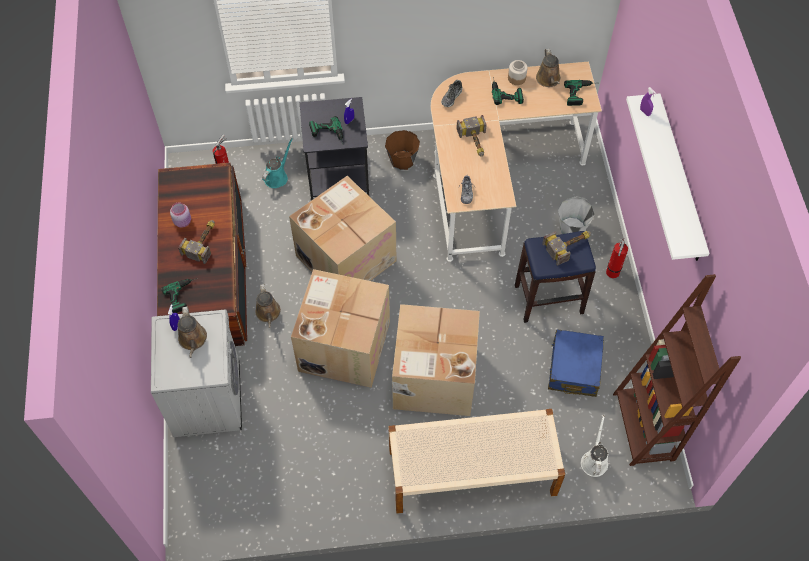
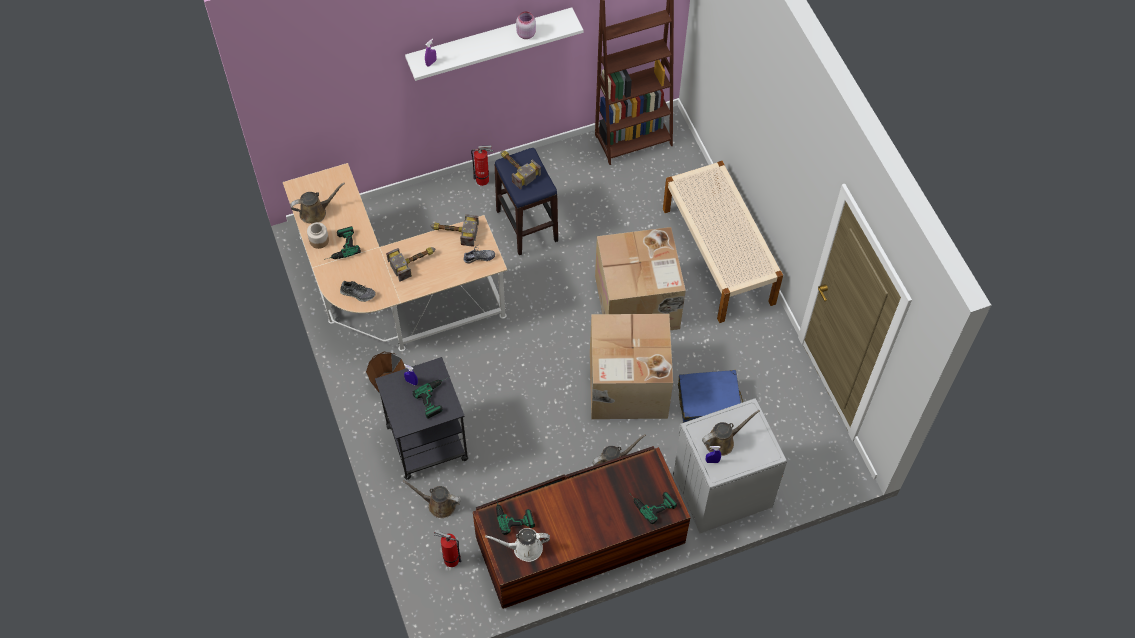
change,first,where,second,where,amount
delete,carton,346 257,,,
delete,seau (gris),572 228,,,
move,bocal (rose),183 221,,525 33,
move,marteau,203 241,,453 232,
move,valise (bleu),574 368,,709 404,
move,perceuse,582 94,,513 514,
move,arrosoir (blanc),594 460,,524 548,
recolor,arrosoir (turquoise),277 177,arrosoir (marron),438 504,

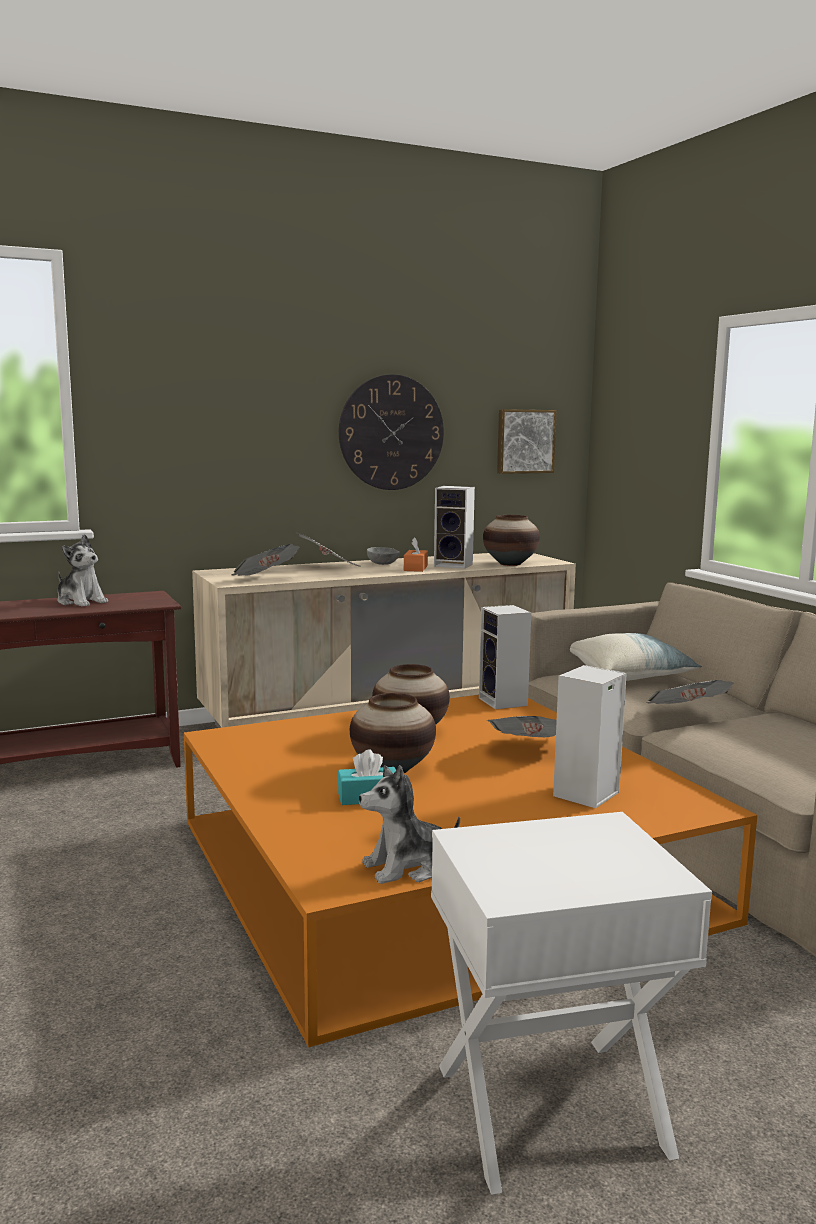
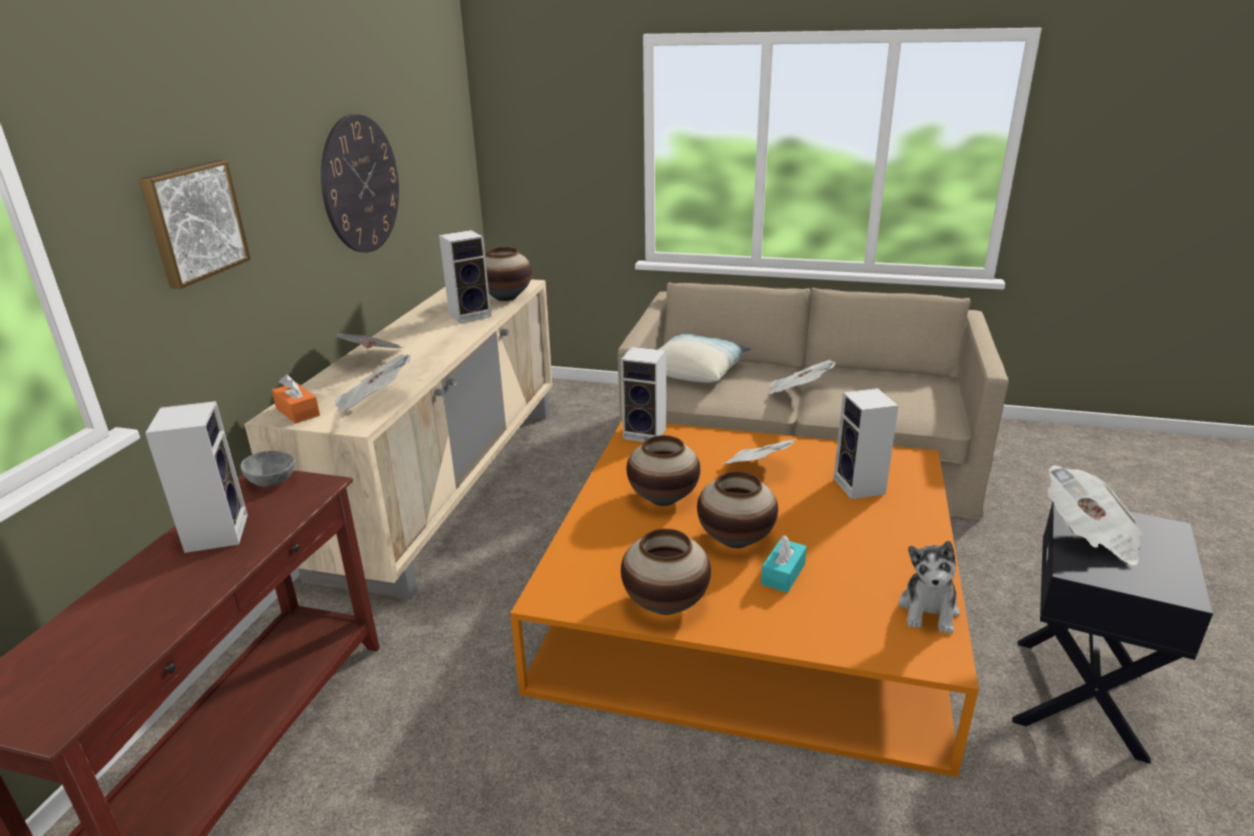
change,first,where,second,where,amount
insert,,,vase,665 604,
insert,,,journal,1090 536,
move,bol (gris),383 564,,273 480,
move,boîte à mouchoirs (orange),415 568,,297 412,
move,tableau,525 441,,194 222,
replace,peluche,81 602,enceinte,216 532,
recolor,table d'appoint (blanc),552 1111,table d'appoint (noir),1080 697,

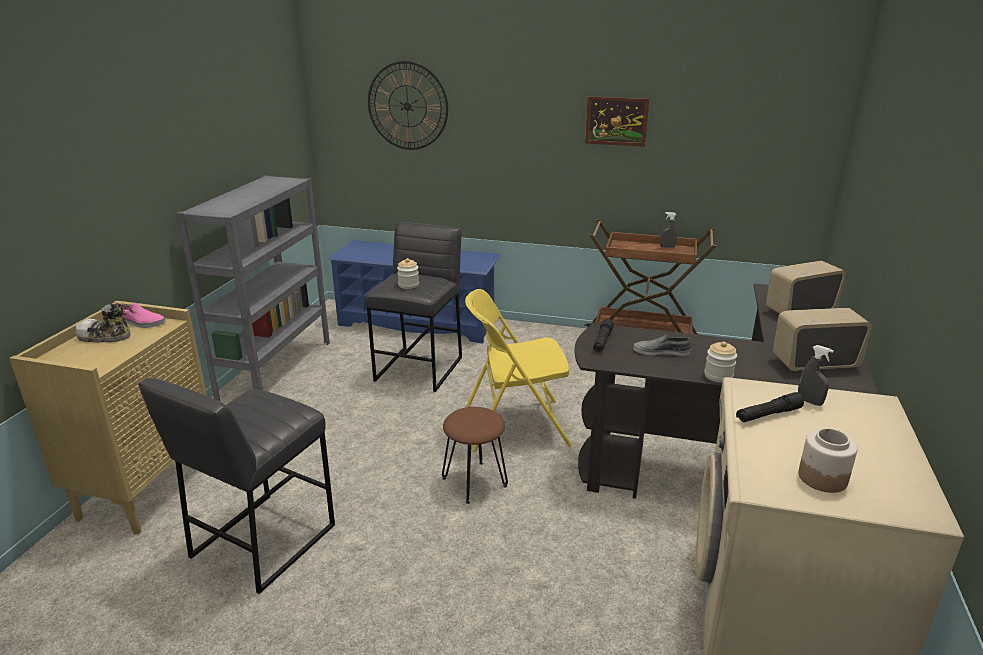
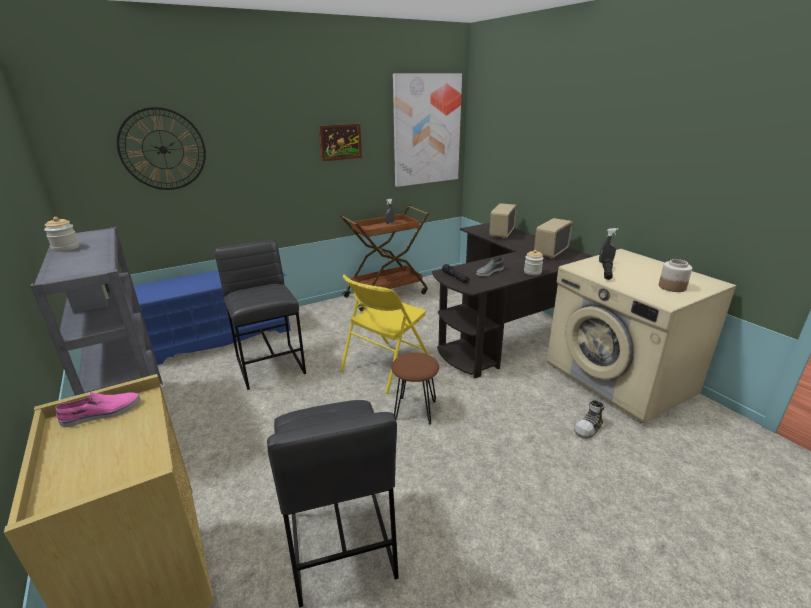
change,first,where,second,where,amount
insert,,,tableau,426 130,
move,chaussure,104 337,,589 428,
move,bocal,408 285,,66 248,

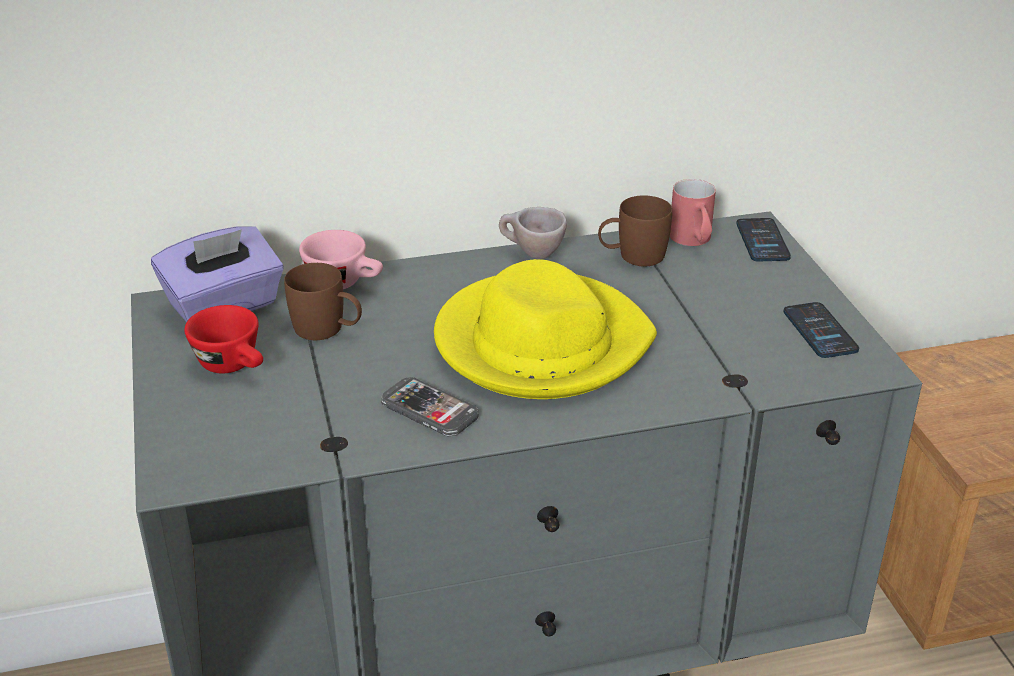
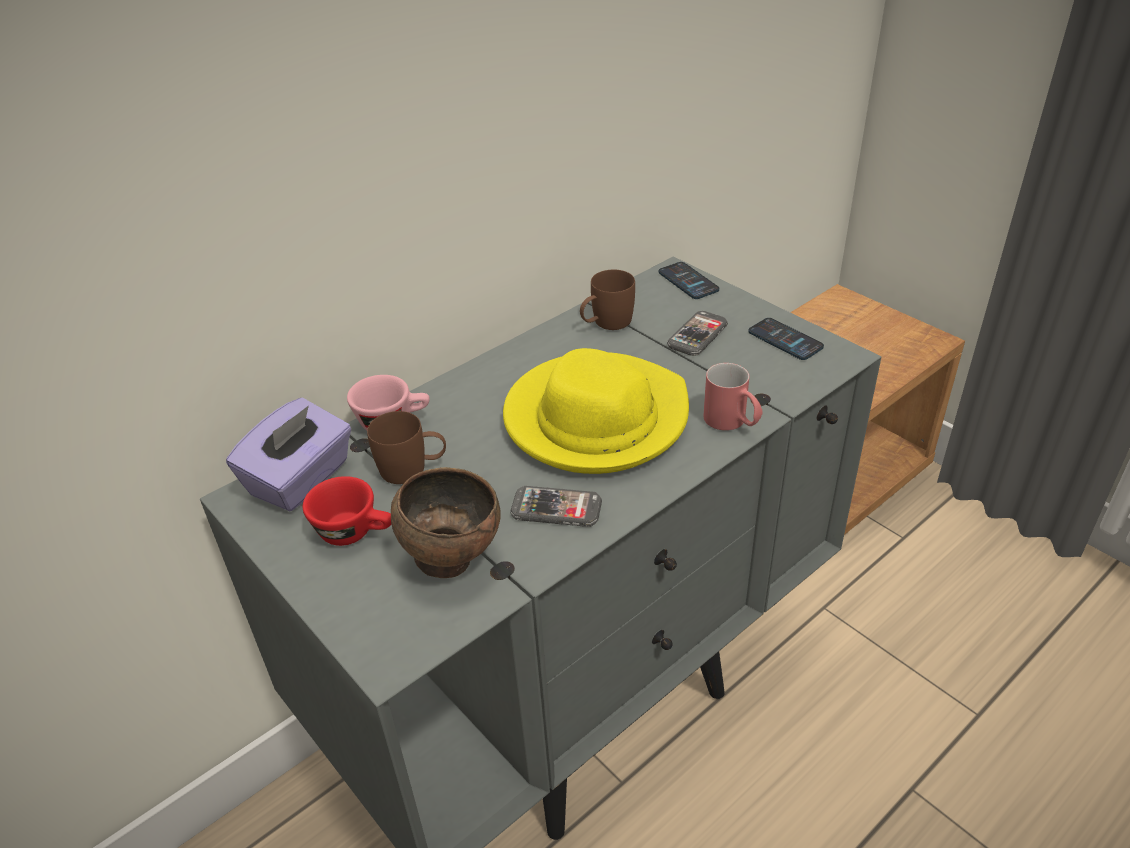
change,first,where,second,where,amount
delete,tasse (beige),531 254,,,
insert,,,bol (marron),452 559,
insert,,,téléphone,697 335,
move,mug (rouge),693 241,,732 423,

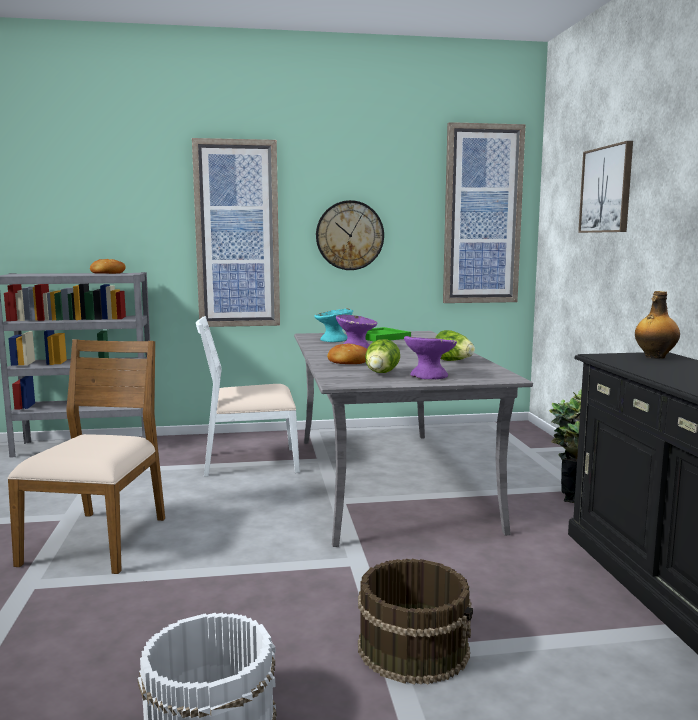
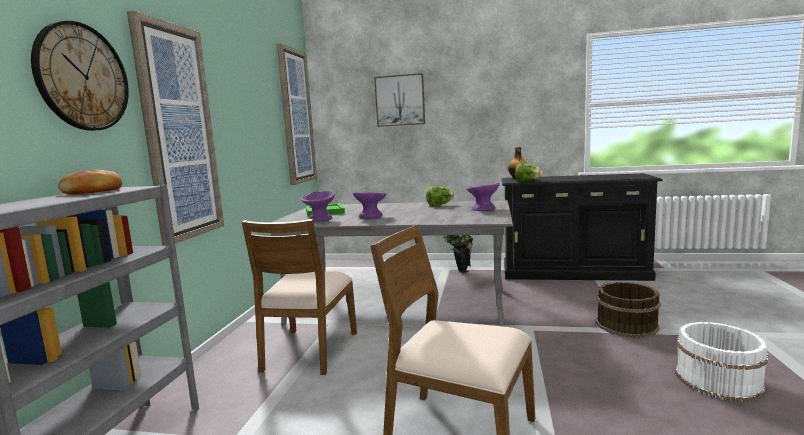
change,first,where,second,where,amount
delete,pain,348 362,,,
move,horloge murale,349 235,,82 77,
move,laitue,381 373,,527 181,
recolor,chaise (blanc),250 462,chaise (marron),309 351,
recolor,bol (turquoise),334 340,bol (violet),320 219,

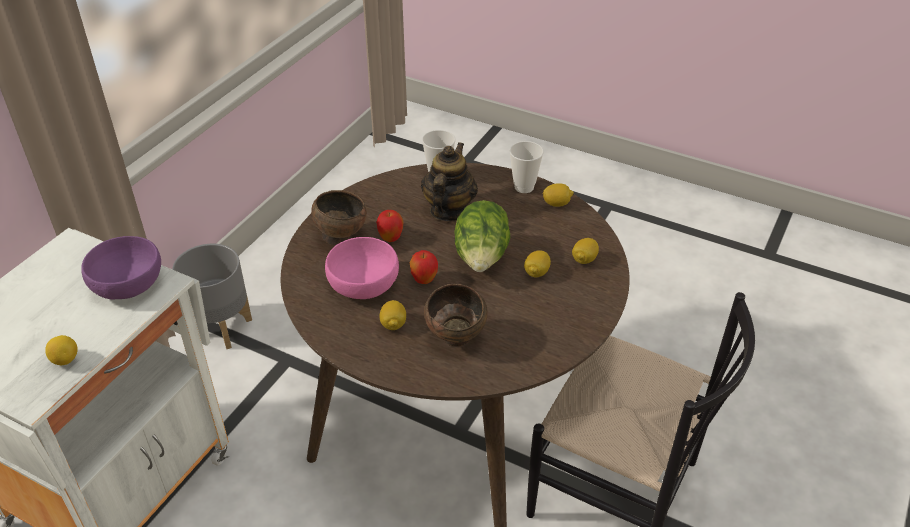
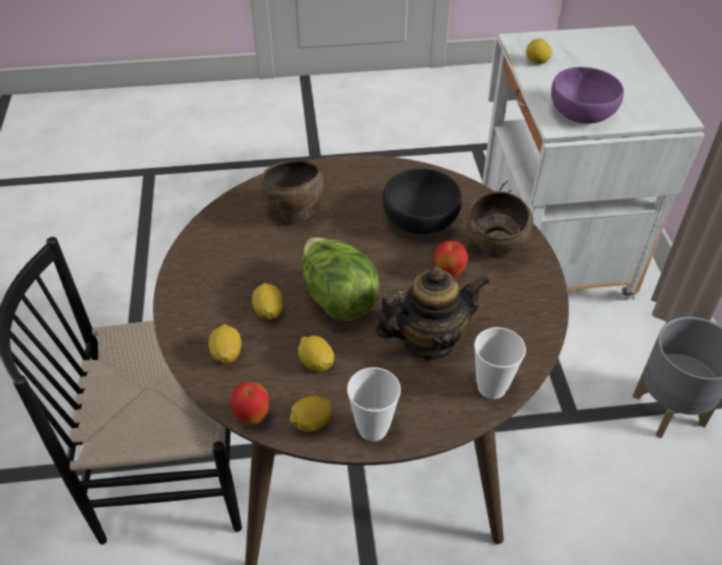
change,first,where,second,where,amount
move,citron,393 324,,316 363,
move,pomme,424 280,,252 417,
recolor,bol (rose),363 283,bol (noir),421 219,
rotate,théière,448 210,,428 340,90 degrees counterclockwise

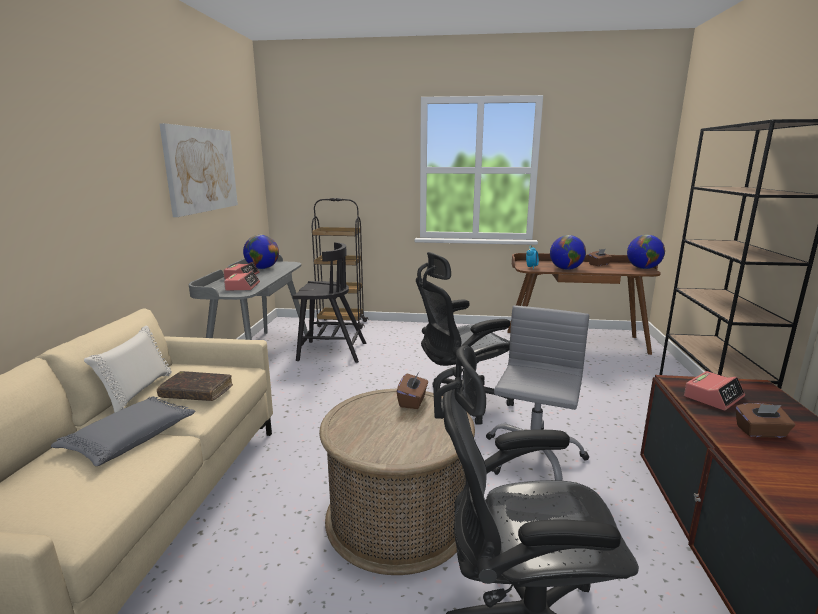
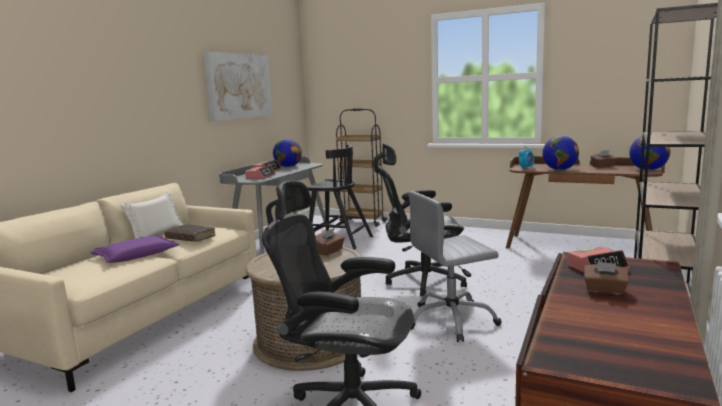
change,first,where,second,where,amount
recolor,coussin (gris),129 435,coussin (violet),136 254,
rotate,chaise de bureau (gris),532 456,,451 320,150 degrees counterclockwise

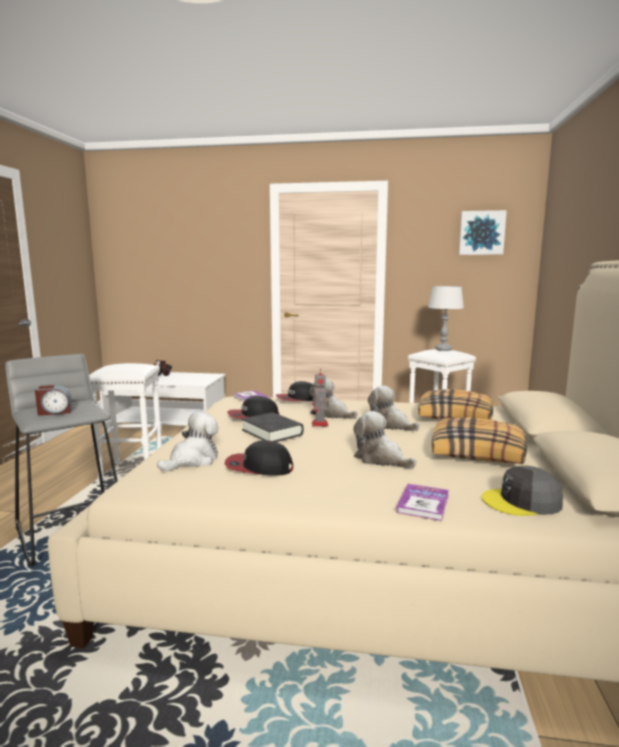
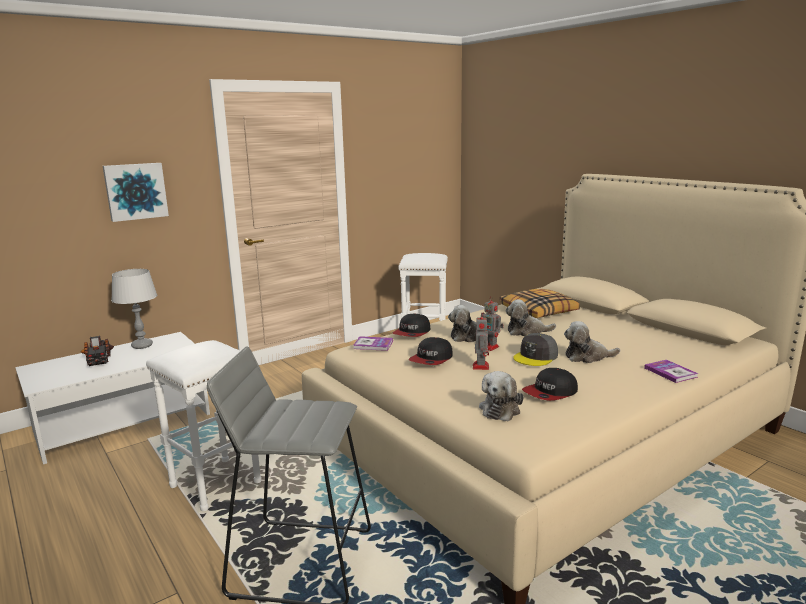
change,first,where,second,where,amount
delete,réveil,55 412,,,
delete,coussin,478 453,,,
move,lampe de table (gris),443 349,,142 346,
move,tableau,481 233,,135 191,
move,casquette (gris),522 502,,536 357,
replace,livre (noir),272 432,robot jouet,480 366,
rotate,peluche,193 460,,500 409,150 degrees counterclockwise

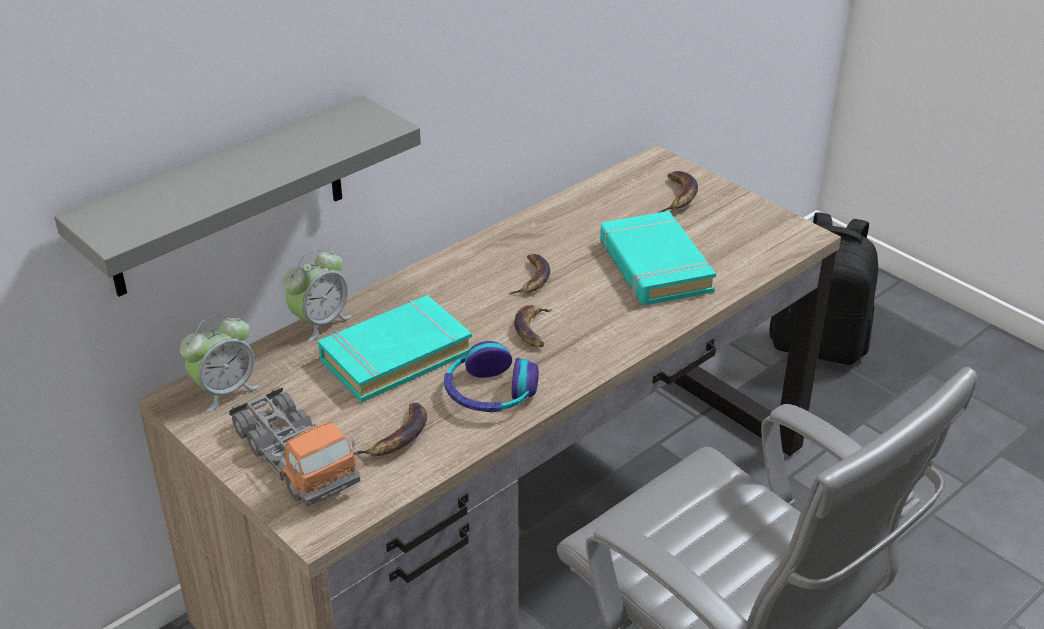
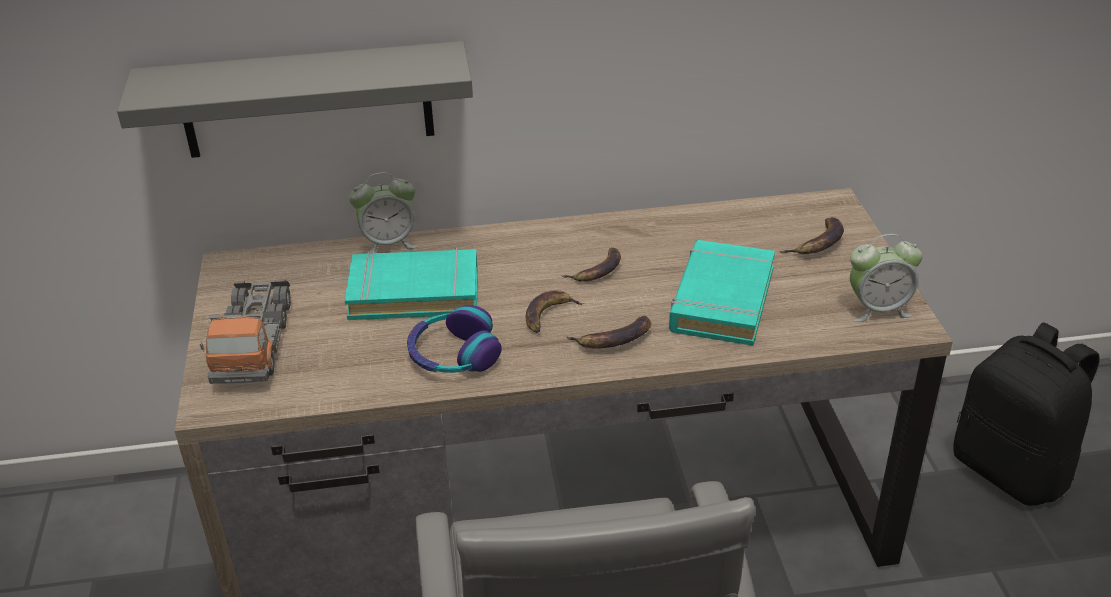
change,first,where,second,where,amount
move,réveil,225 391,,878 309,
move,banane,398 438,,614 340,

